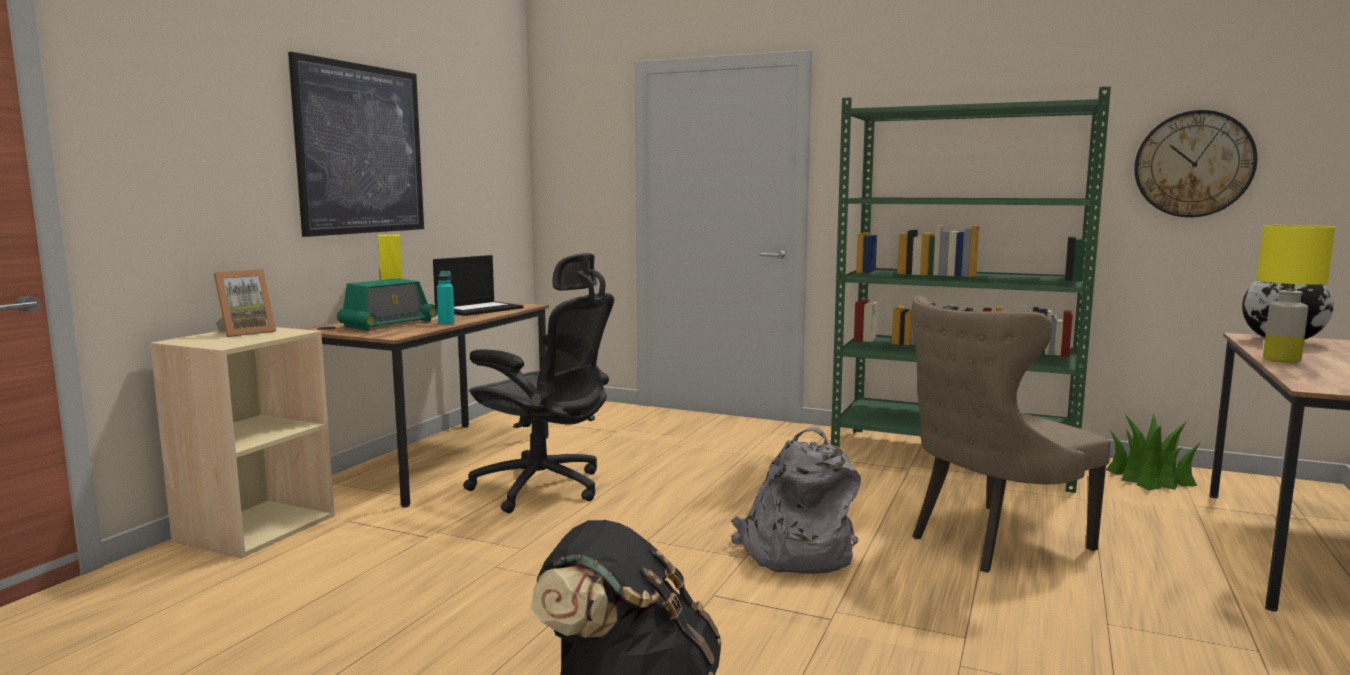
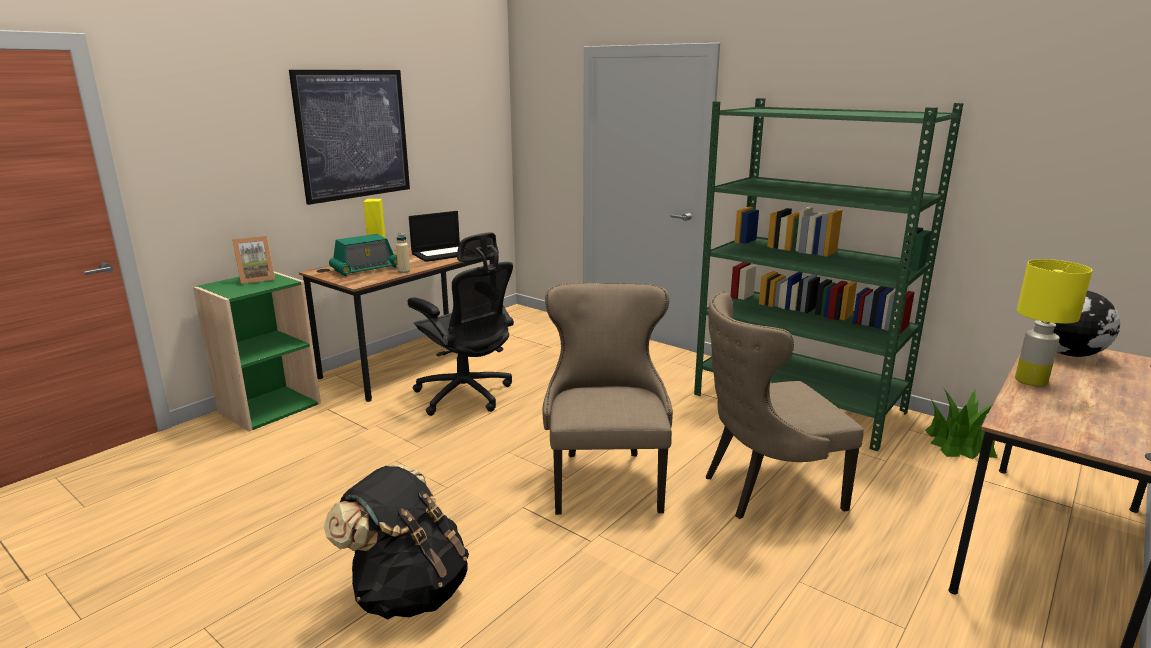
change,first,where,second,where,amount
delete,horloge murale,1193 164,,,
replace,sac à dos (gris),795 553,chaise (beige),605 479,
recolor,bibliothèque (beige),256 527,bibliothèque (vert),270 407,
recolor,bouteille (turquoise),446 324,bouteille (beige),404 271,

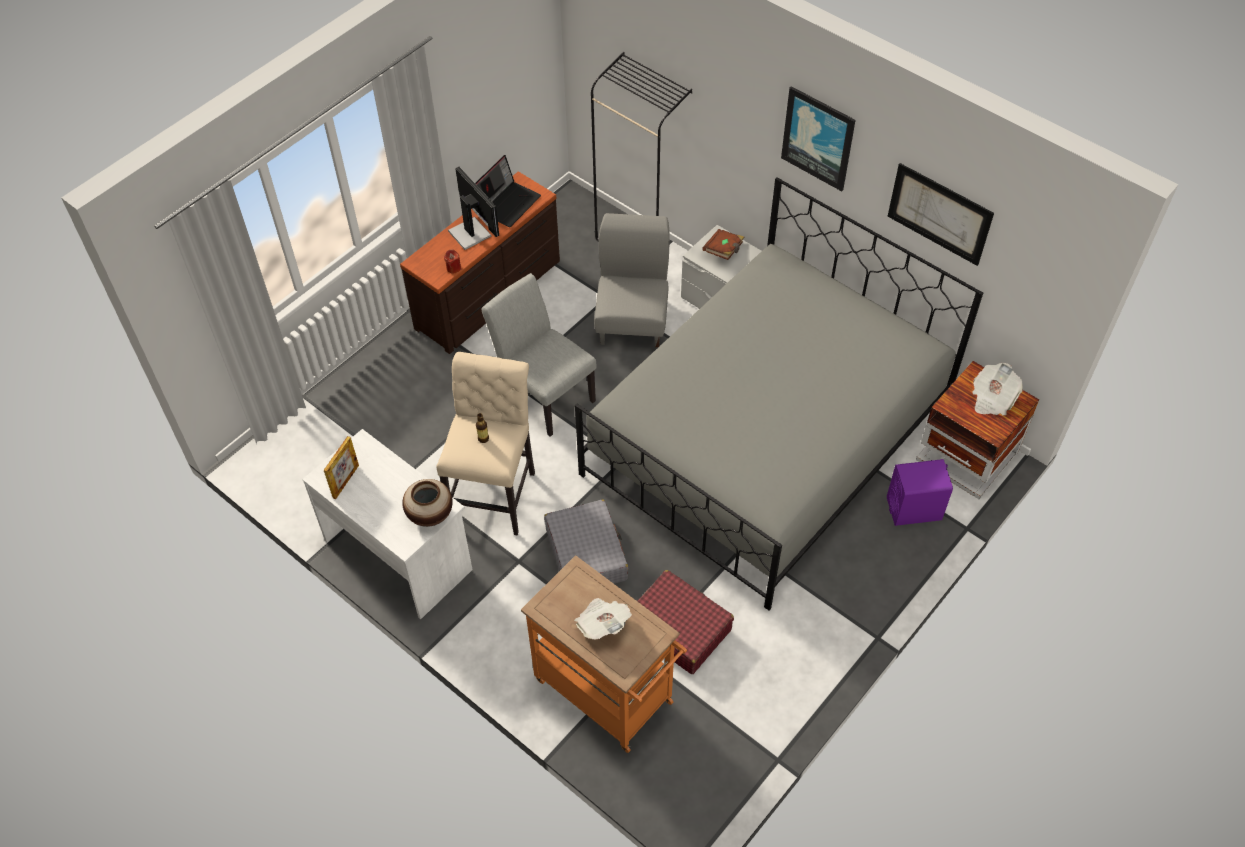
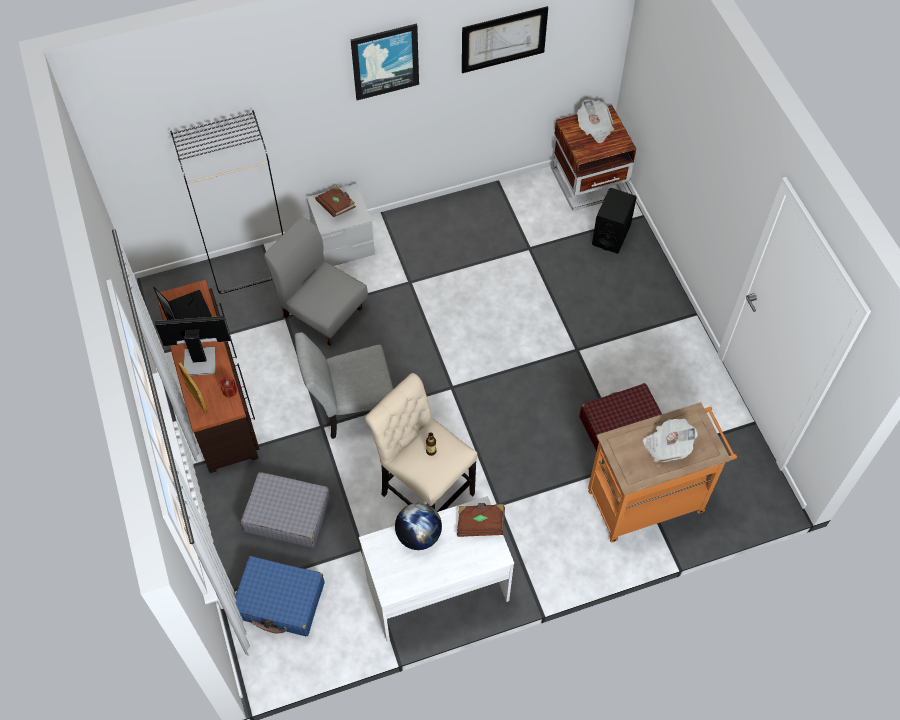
change,first,where,second,where,amount
delete,lit (gris),766 440,,,
insert,,,valise (bleu),280 601,
insert,,,globe,418 535,
move,cadre photo,346 481,,196 398,
move,valise (gris),586 554,,287 514,
replace,vase,430 514,livre (marron),480 523,
recolor,enceinte (violet),914 509,enceinte (noir),611 235,

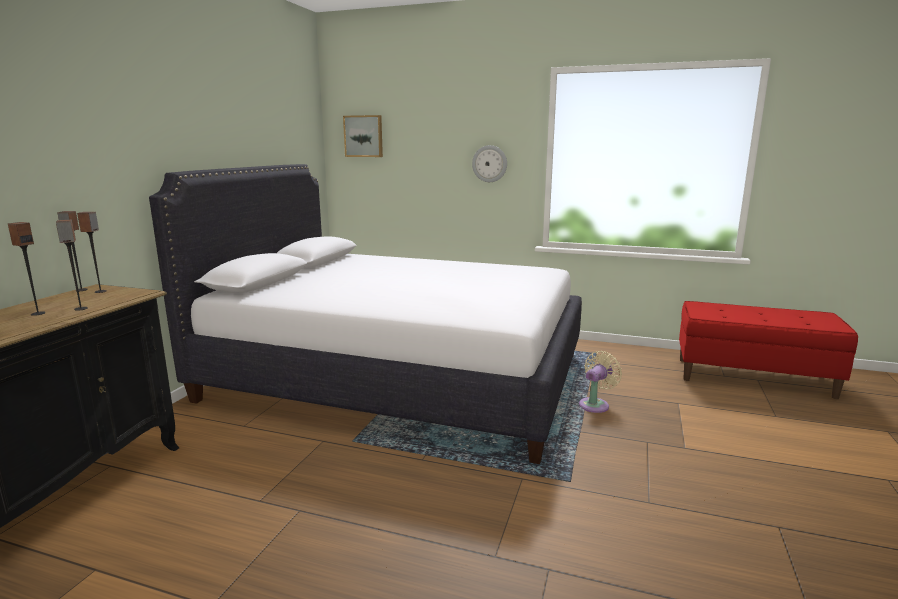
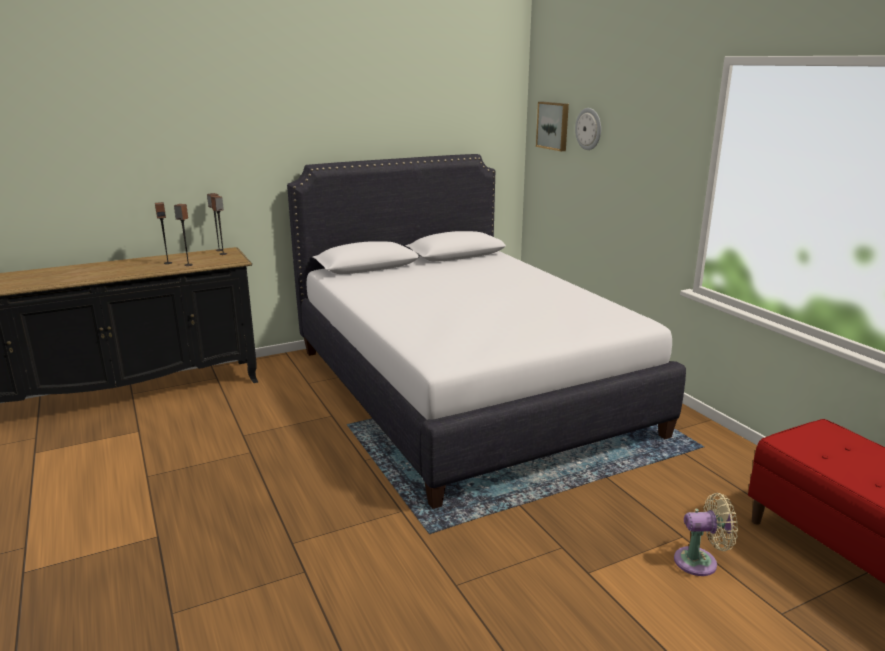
change,first,where,second,where,amount
move,horloge murale,489 163,,589 129,
move,ventilateur (beige),595 404,,700 562,

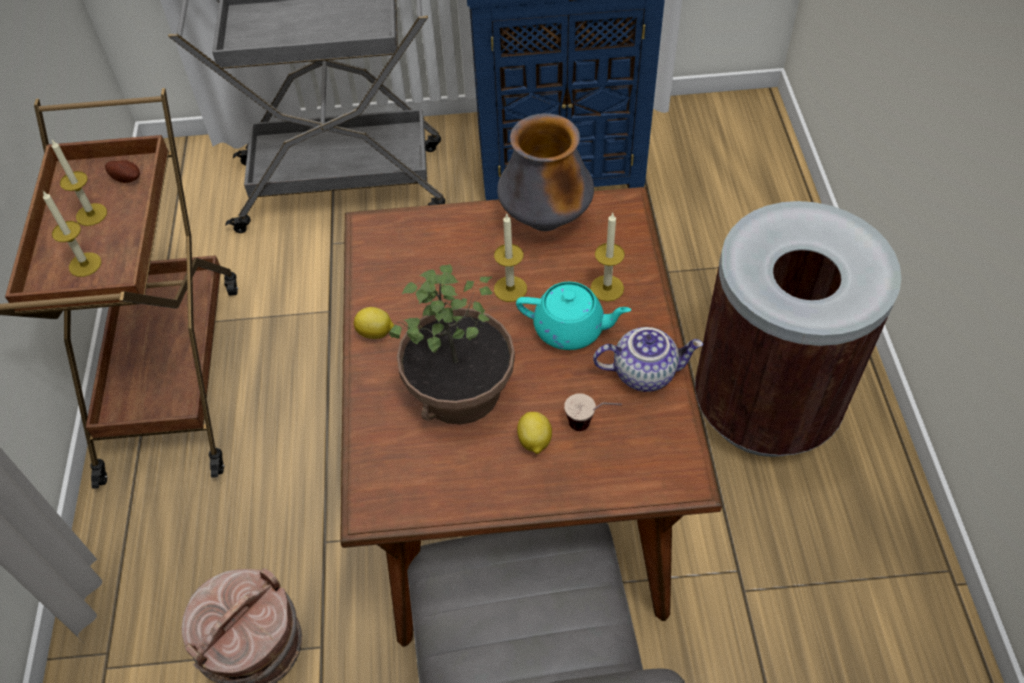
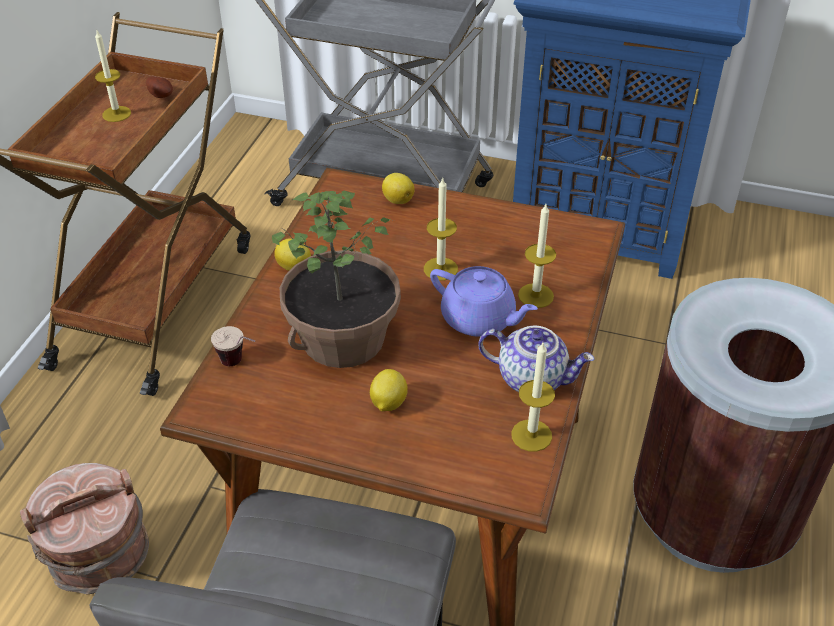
change,first,where,second,where,amount
delete,vase,545 220,,,
insert,,,citron,397 199,
move,bougie,85 264,,531 435,
move,tasse,591 425,,240 365,
recolor,théière (turquoise),571 329,théière (violet),479 319,

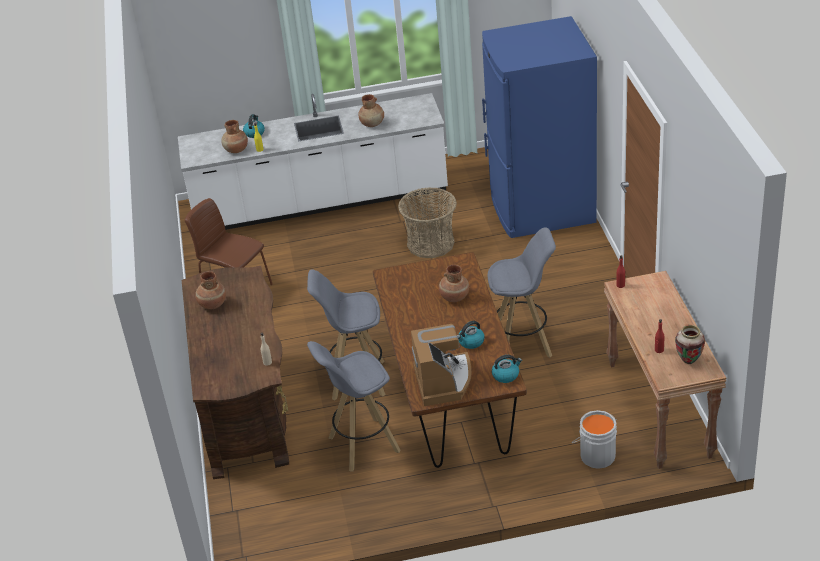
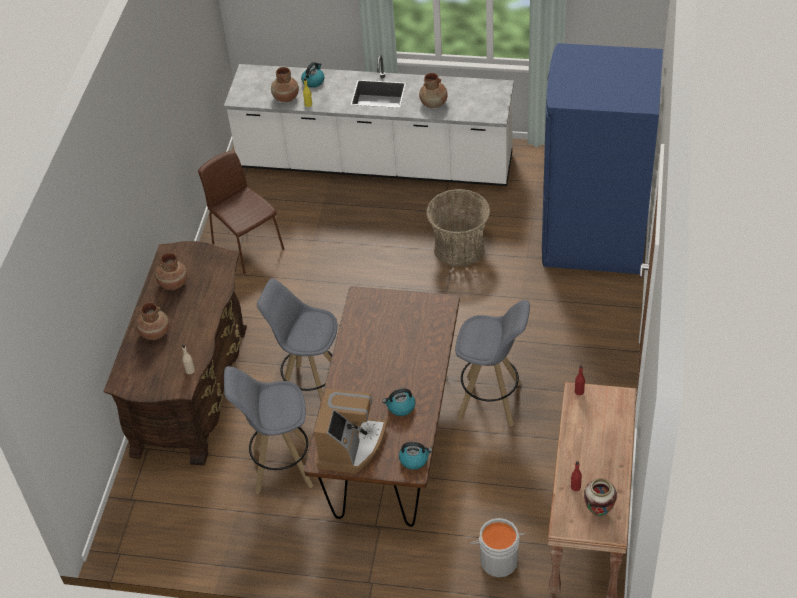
change,first,where,second,where,amount
move,vase (marron),454 297,,154 332,

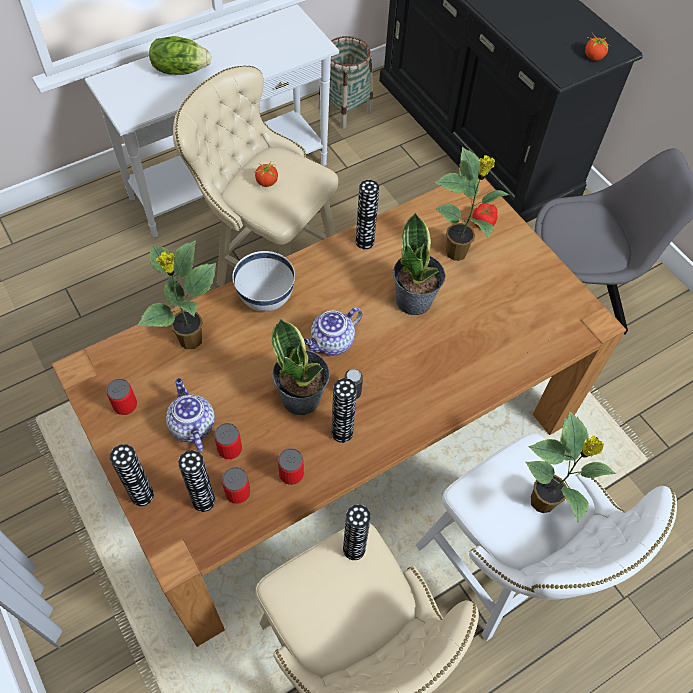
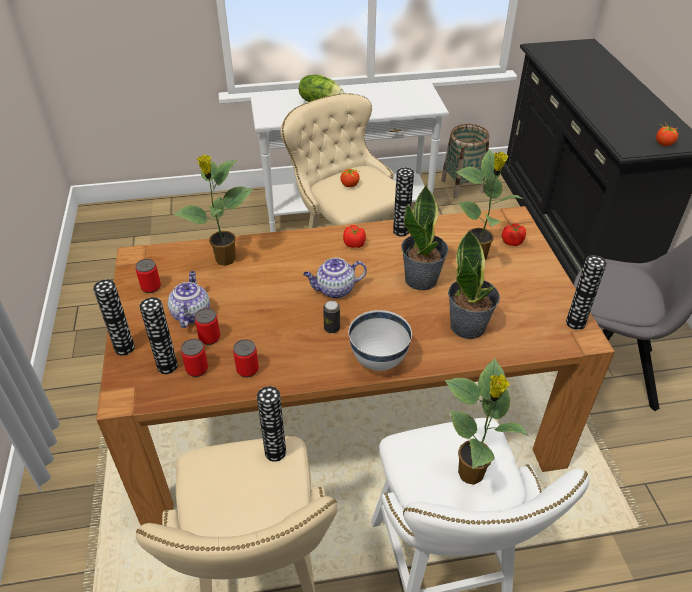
change,first,where,second,where,amount
insert,,,tomate,354 244,
move,bol (blanc),266 300,,378 362,
move,plante en pot,302 397,,468 326,
move,vase,342 432,,575 323,

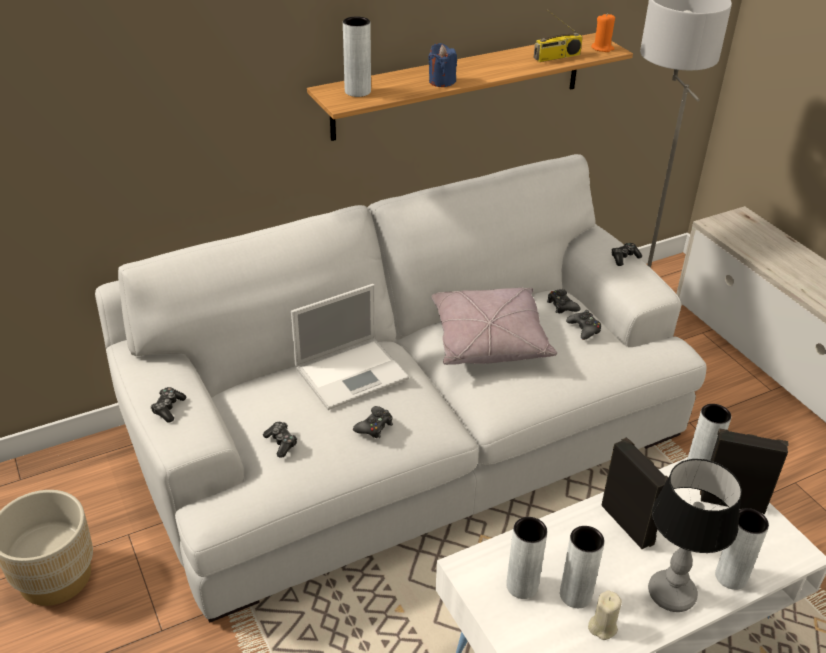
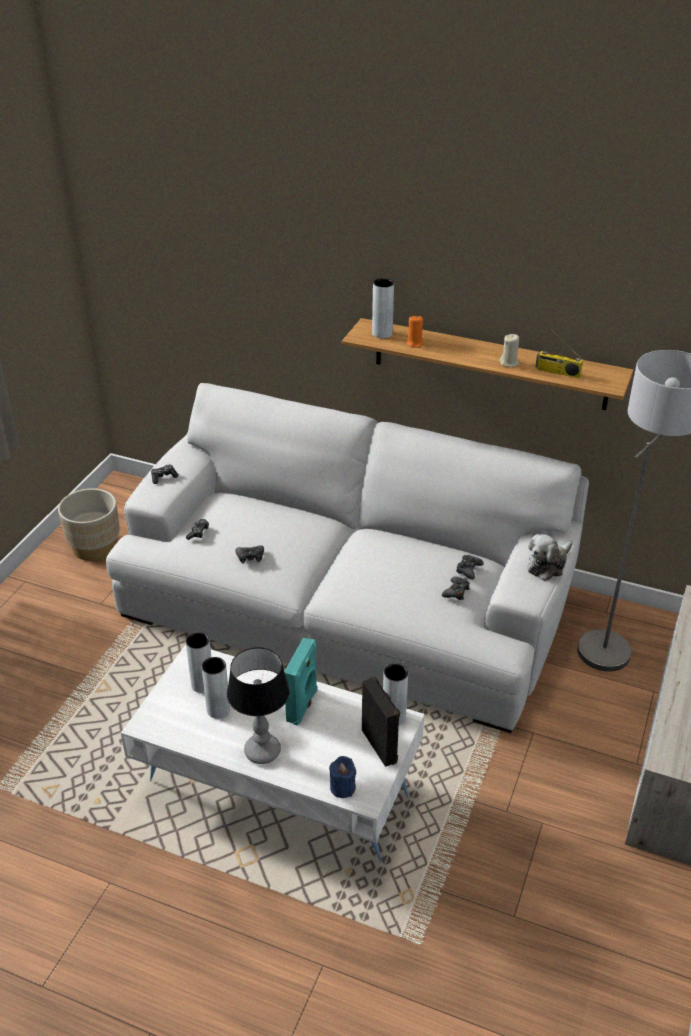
change,first,where,second,where,amount
delete,ordinateur portable,353 372,,,
delete,coussin (violet),488 340,,,
delete,vase (gris),731 577,,,
move,bougie (bleu),441 81,,342 787,
move,bougie (beige),602 627,,509 363,
move,bougie (orange),602 48,,415 343,
replace,manette,624 258,peluche,548 565,
recolor,enceinte (noir),629 523,enceinte (turquoise),303 706,

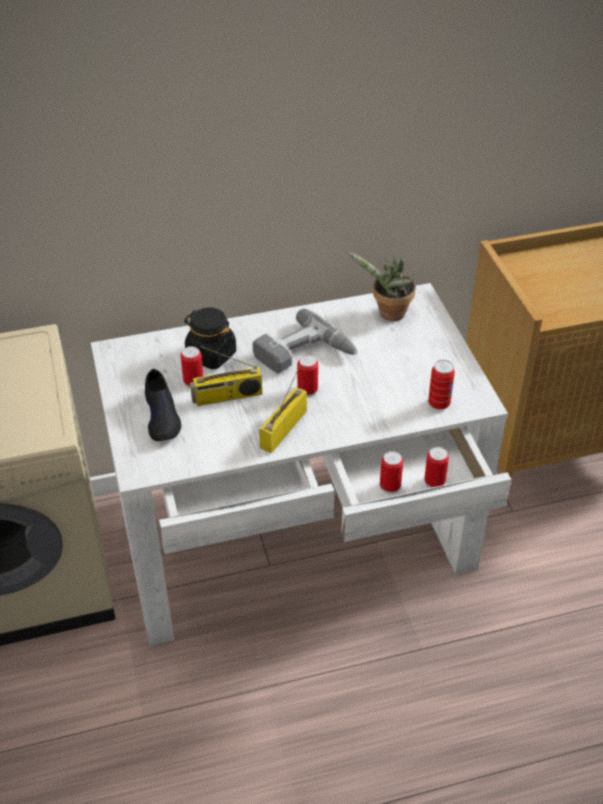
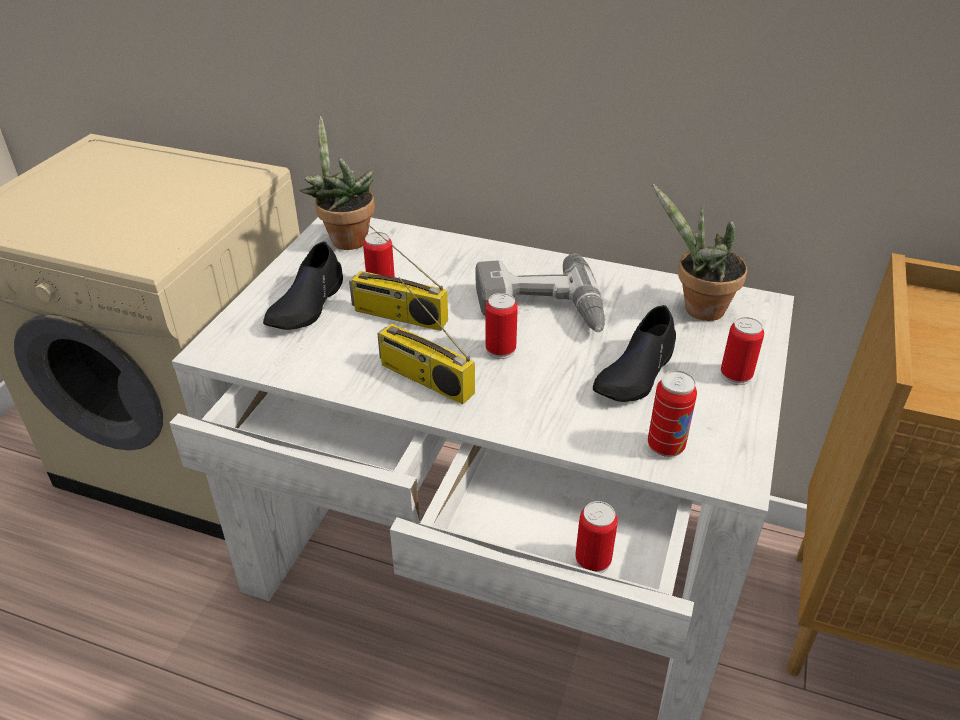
change,first,where,second,where,amount
delete,bocal (noir),211 355,,,
insert,,,plante en pot,345 239,
insert,,,chaussure (noir),635 373,
move,boîte métallique,390 486,,736 375,
rotate,radio,283 428,,424 379,120 degrees counterclockwise

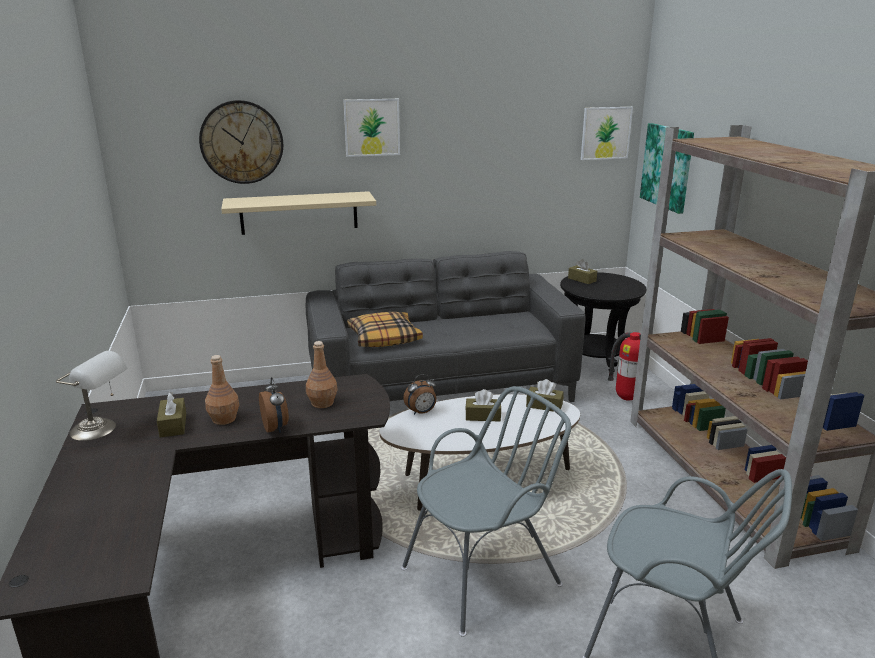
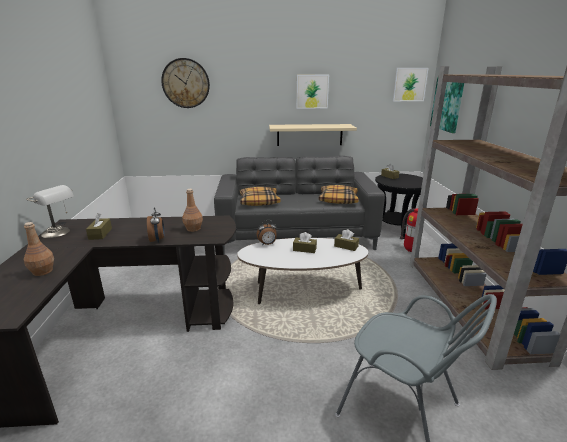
change,first,where,second,where,amount
delete,chaise (gris),485 572,,,
insert,,,coussin,338 199,
move,bouteille (marron),223 419,,42 271,
move,étagère (beige),299 213,,309 135,
move,tableau,372 127,,312 91,

